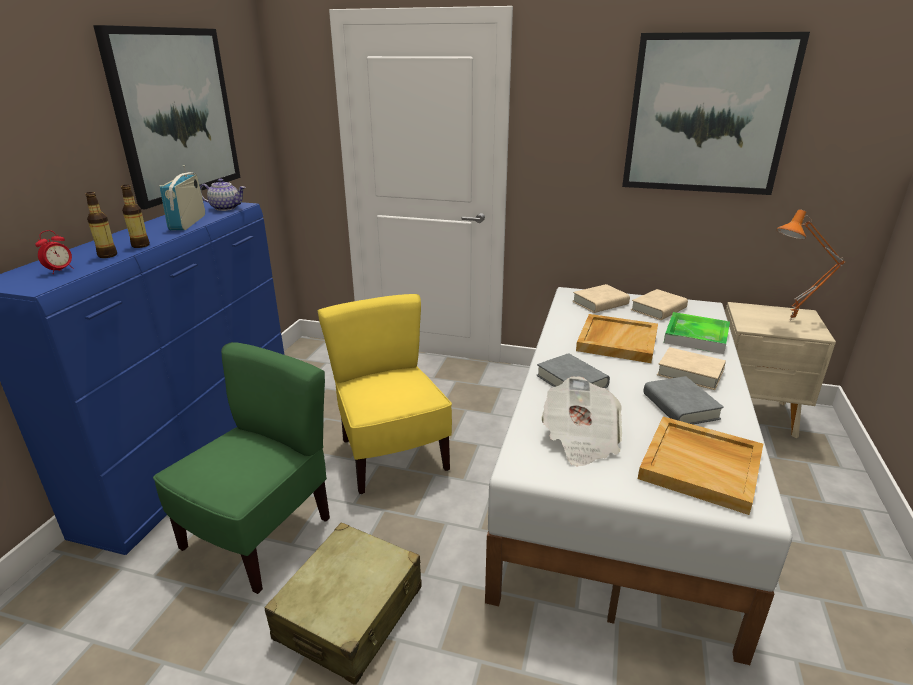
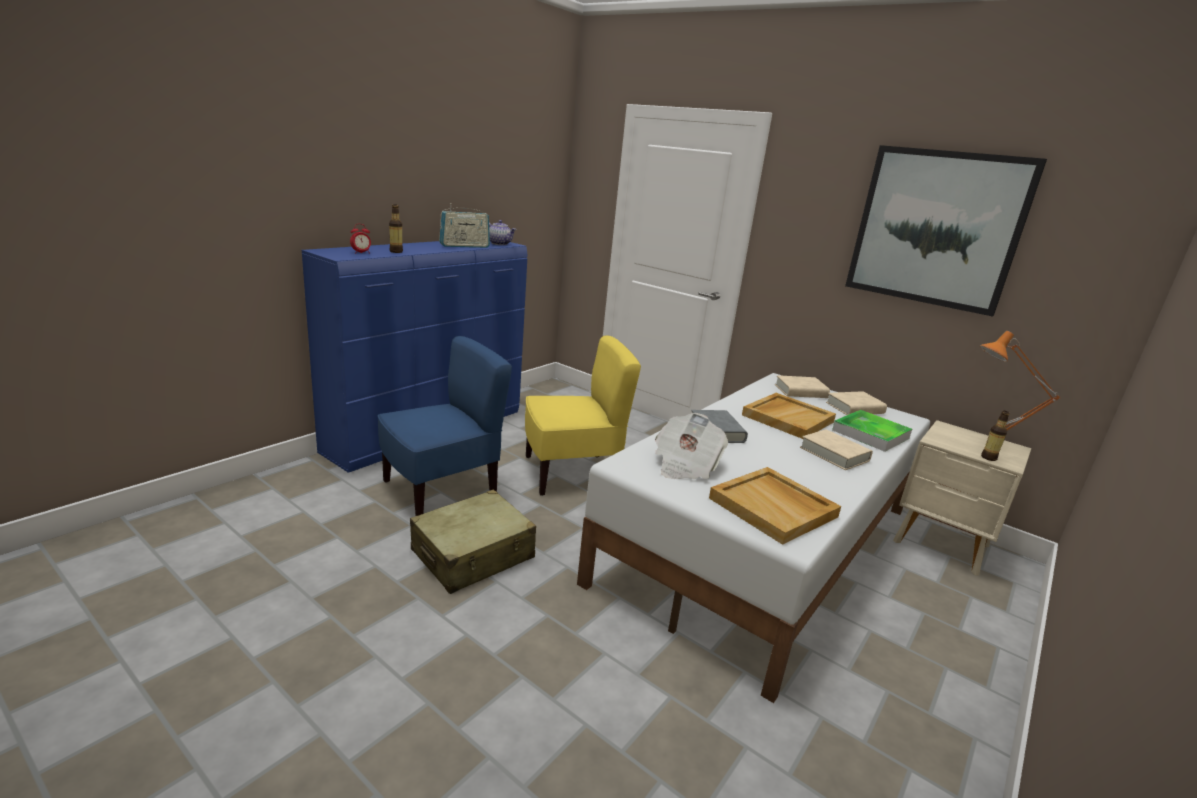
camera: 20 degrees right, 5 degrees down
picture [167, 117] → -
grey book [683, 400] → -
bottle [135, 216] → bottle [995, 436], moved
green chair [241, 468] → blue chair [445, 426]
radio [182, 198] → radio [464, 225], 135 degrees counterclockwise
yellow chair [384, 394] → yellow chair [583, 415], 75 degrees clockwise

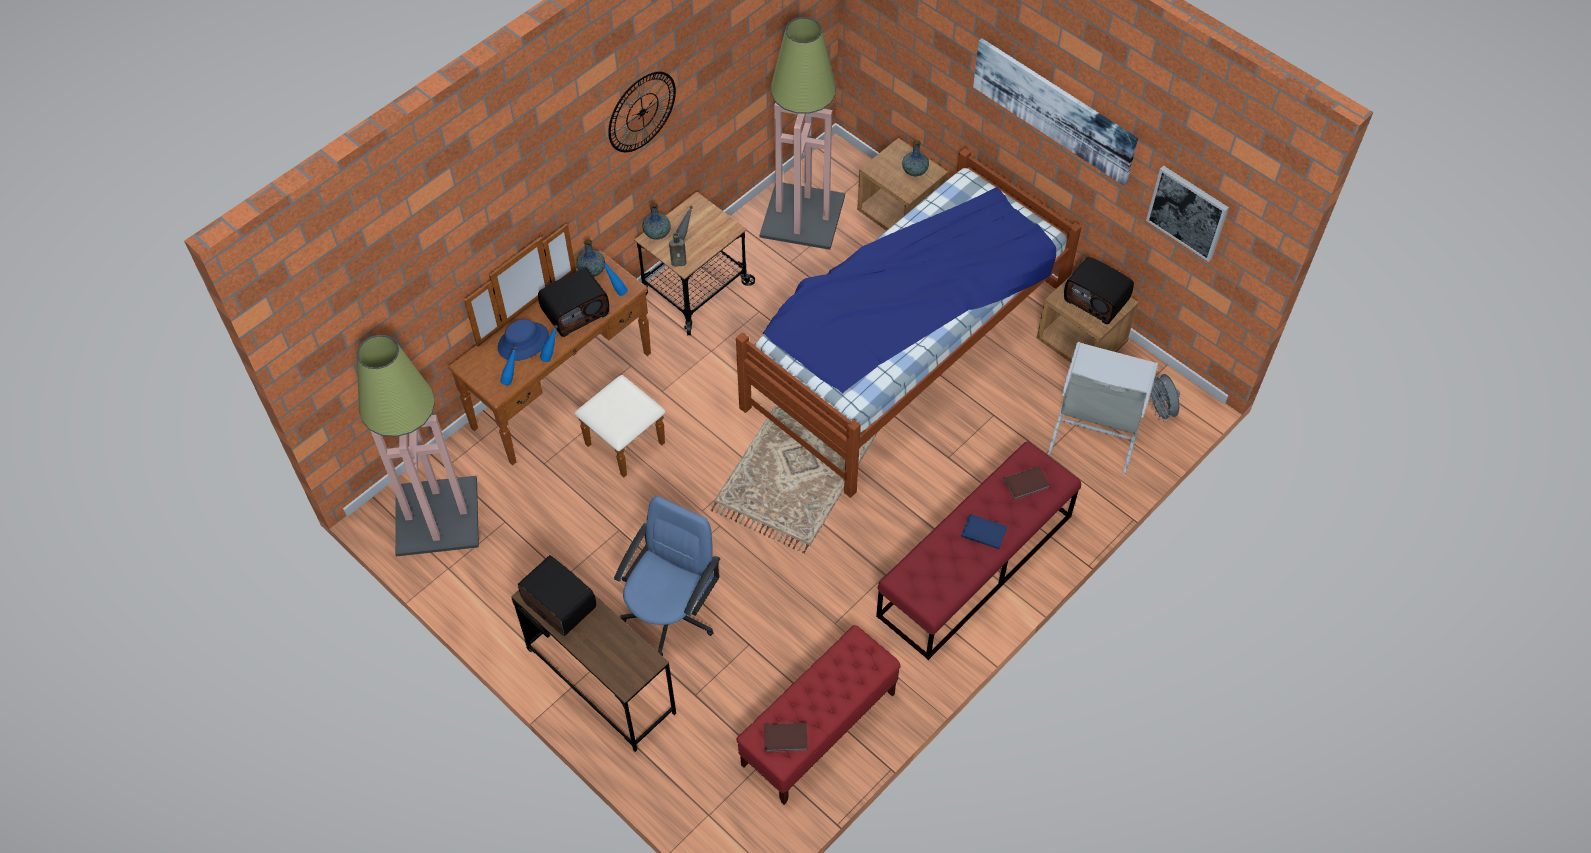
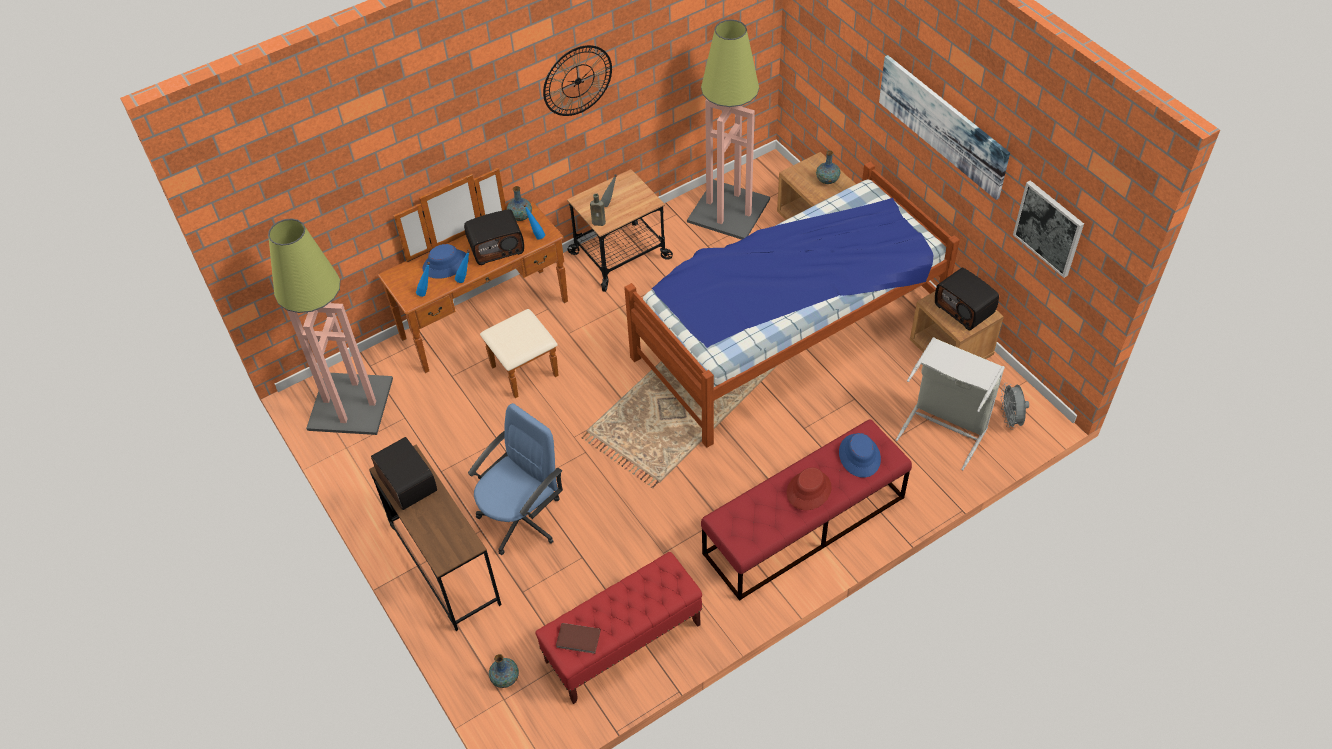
camera: 15 degrees right, 5 degrees down
vase [657, 221] → vase [504, 671], moved
blue book [984, 531] → red hat [809, 488]
brown book [1026, 483] → blue hat [860, 455]

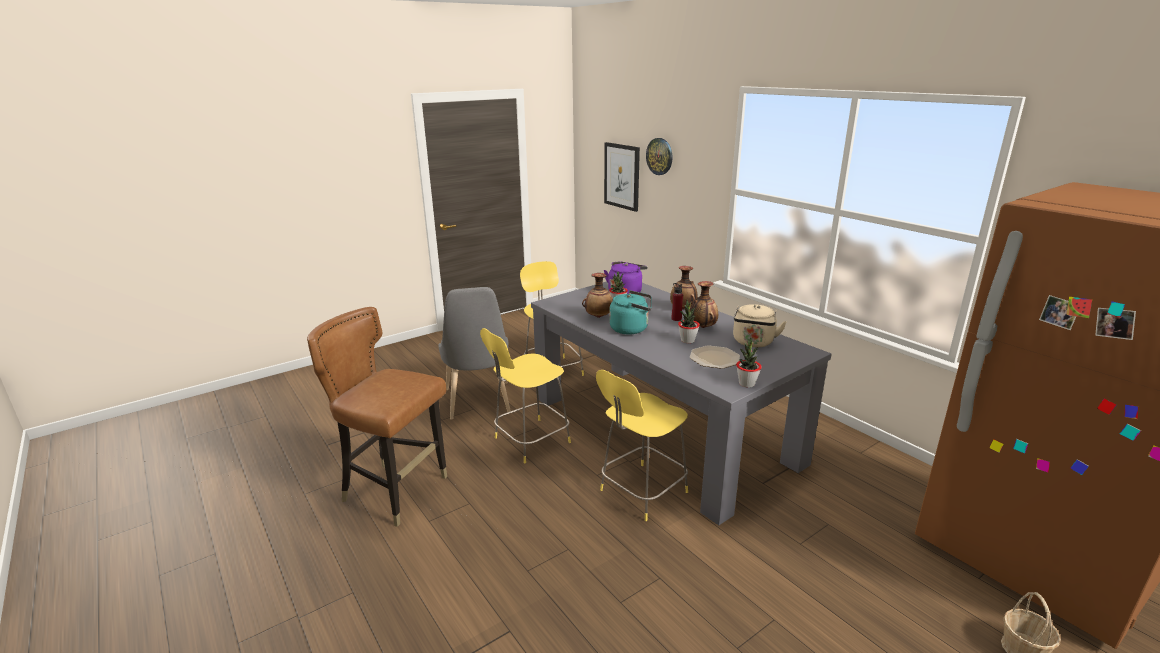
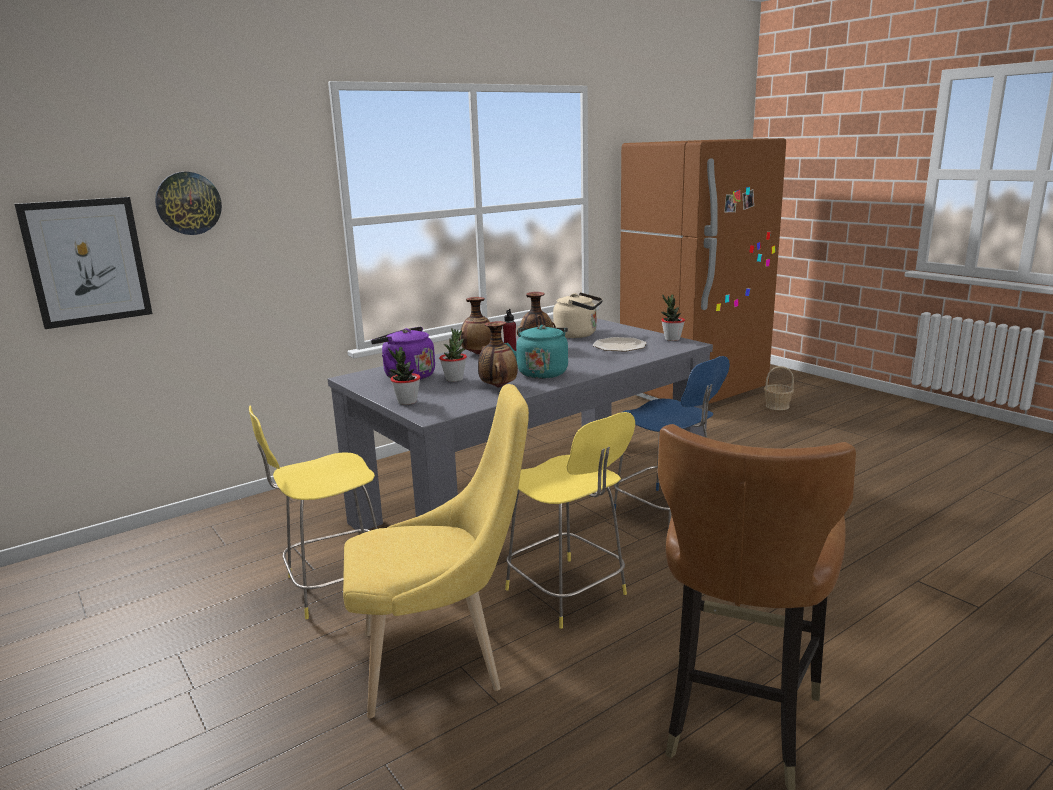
camera: 90 degrees left, 5 degrees down
potted plant [689, 321] → potted plant [404, 376], moved
grey chair [475, 353] → yellow chair [436, 551]
yellow stool [642, 445] → blue stool [671, 442]

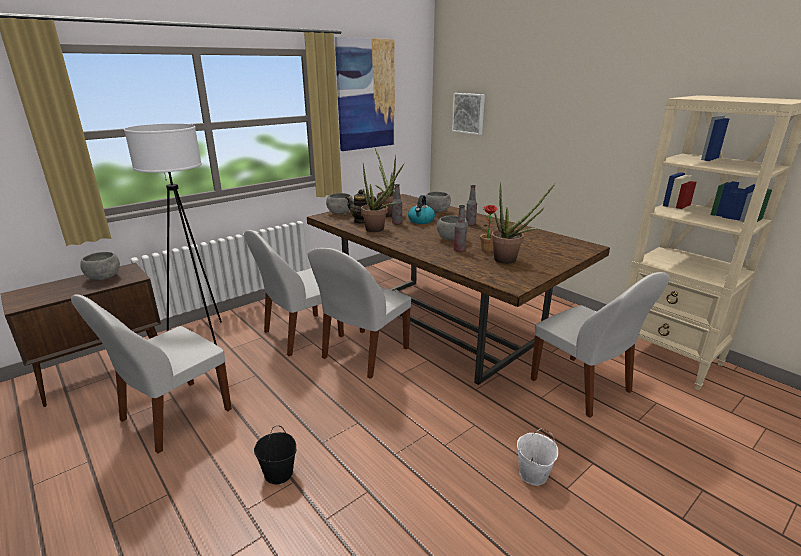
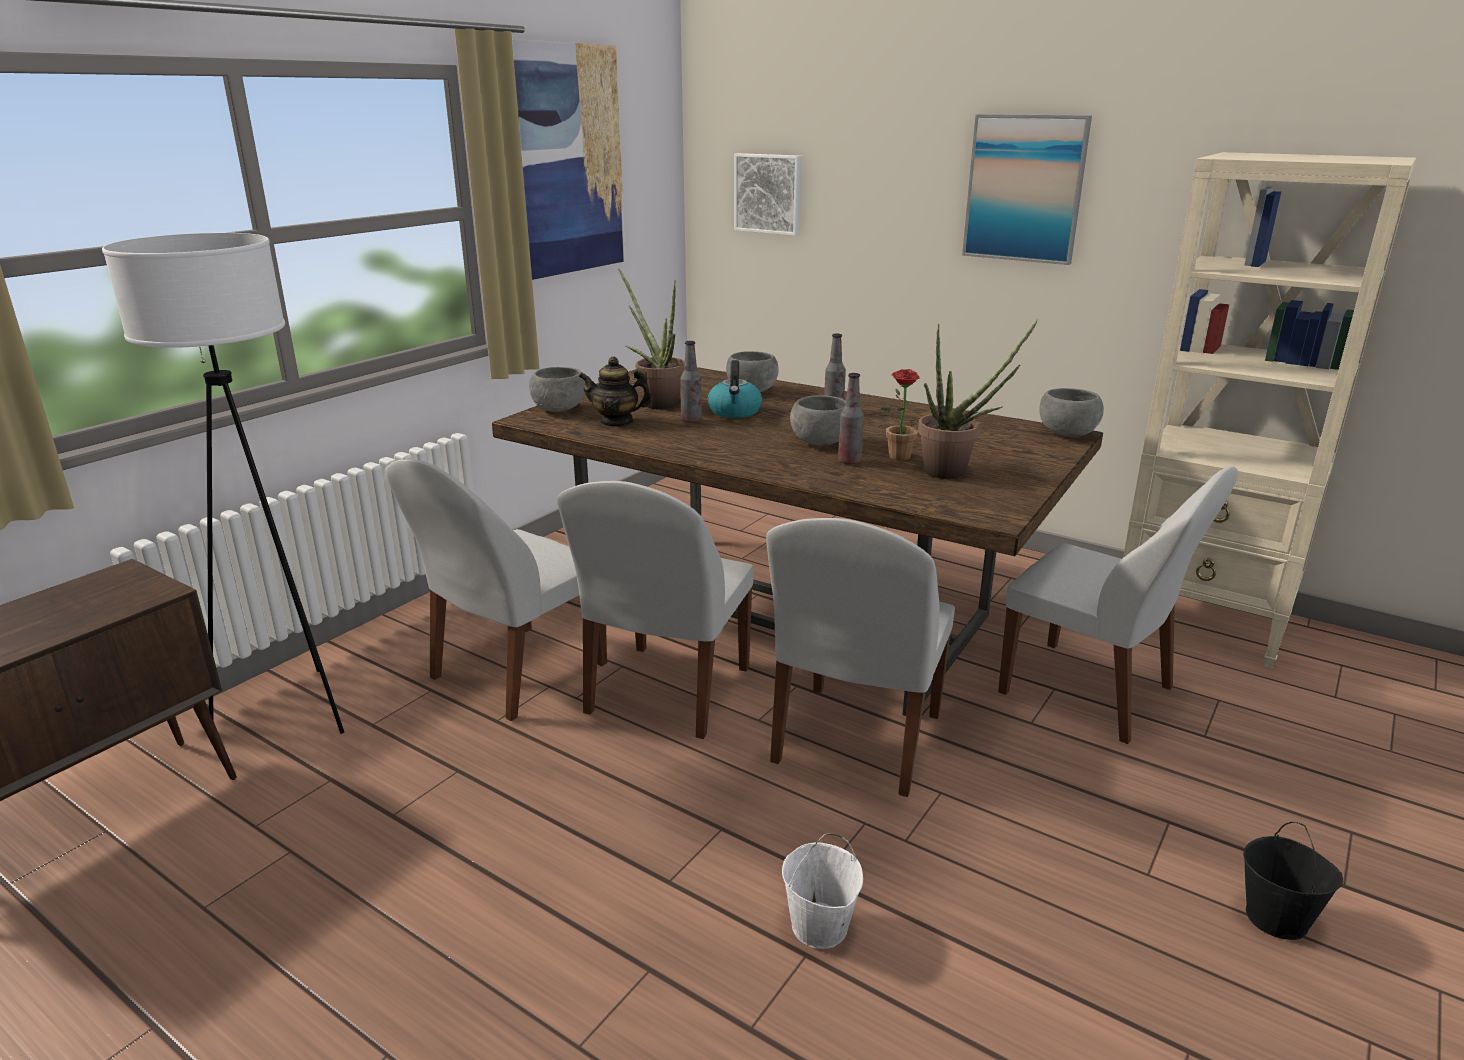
camera: 15 degrees left, 0 degrees up
potted plant [382, 198] → -
- → picture [1027, 189]
white chair [151, 374] → white chair [860, 657], moved
grey bowl [100, 266] → grey bowl [1071, 412], moved
black bucket [275, 455] → black bucket [1293, 881], moved
white bucket [537, 457] → white bucket [822, 891], moved

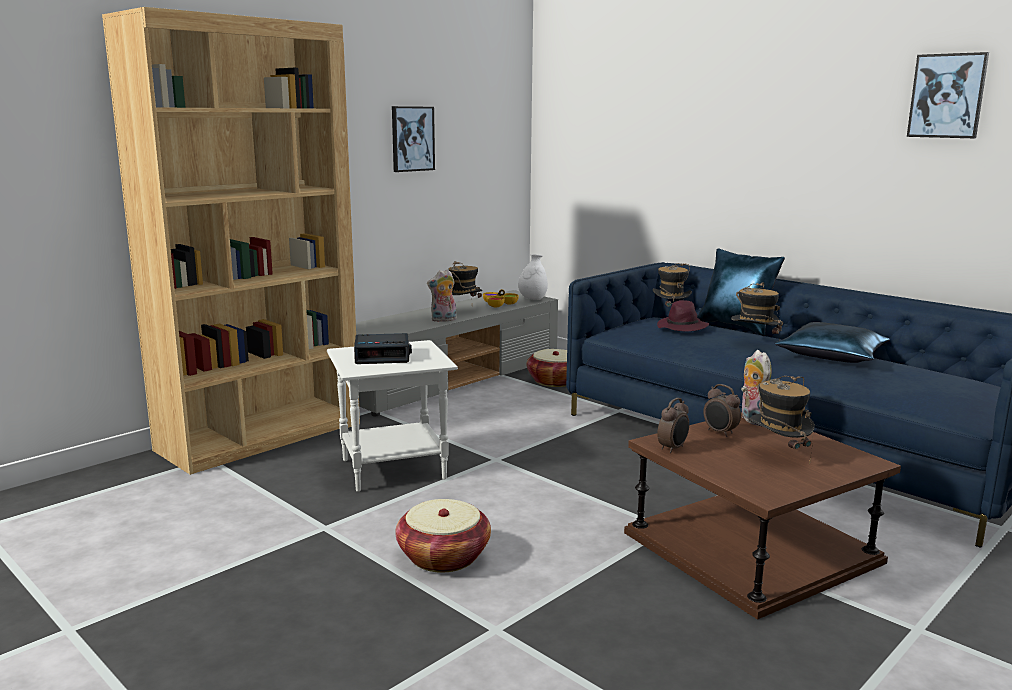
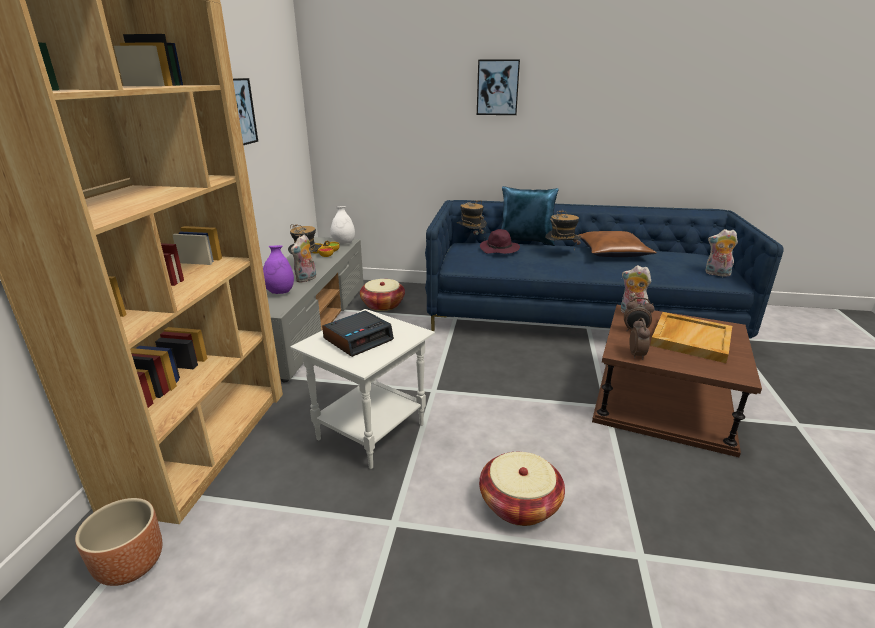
camera: 35 degrees left, 10 degrees up
- → brown planter [118, 542]
- → purple vase [278, 269]
- → plush toy [721, 252]
picture [948, 95] → picture [498, 87], moved
hat [781, 420] → beige tray [691, 337]
blue pillow [832, 342] → brown pillow [618, 244]

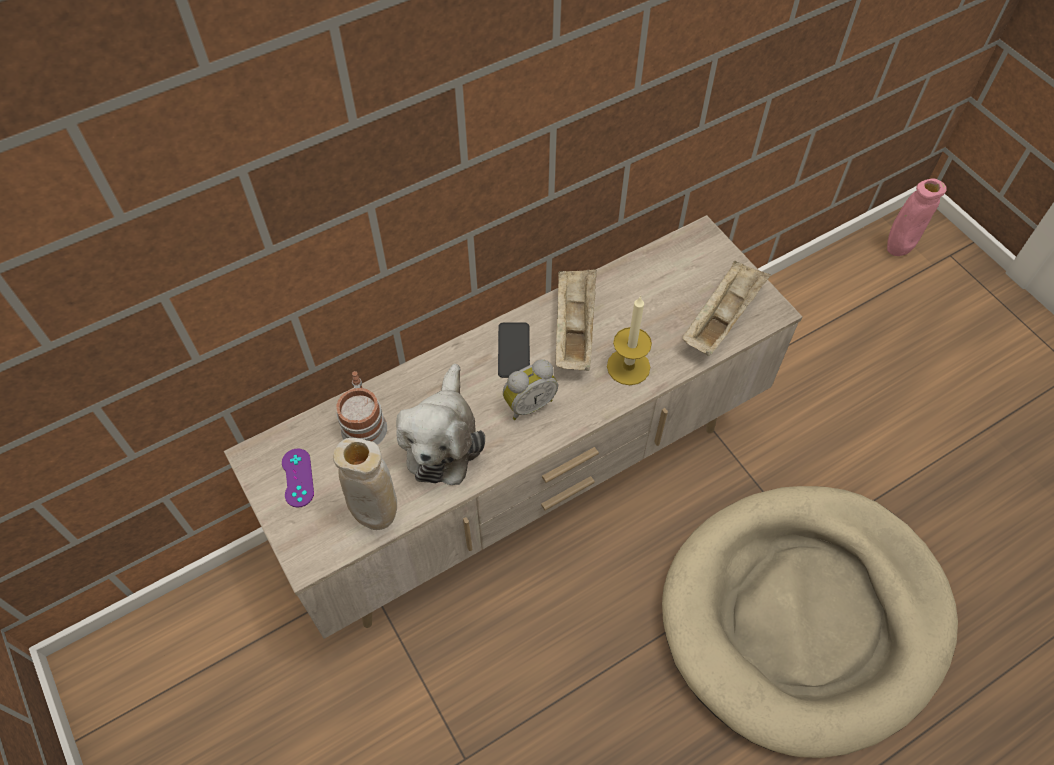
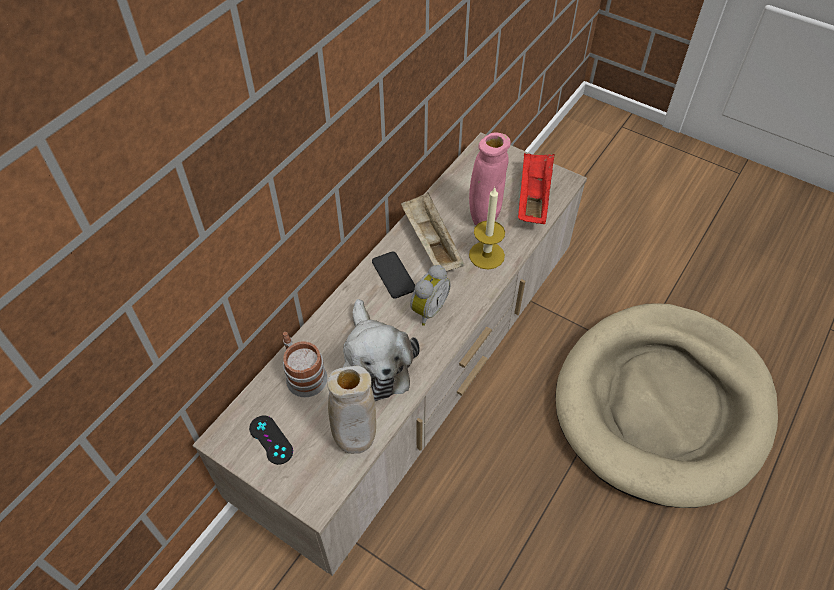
camera: 25 degrees left, 5 degrees down
pink vase [917, 217] → pink vase [490, 178], moved
purple game controller [298, 478] → black game controller [271, 440]
beige tray [726, 308] → red tray [536, 188]

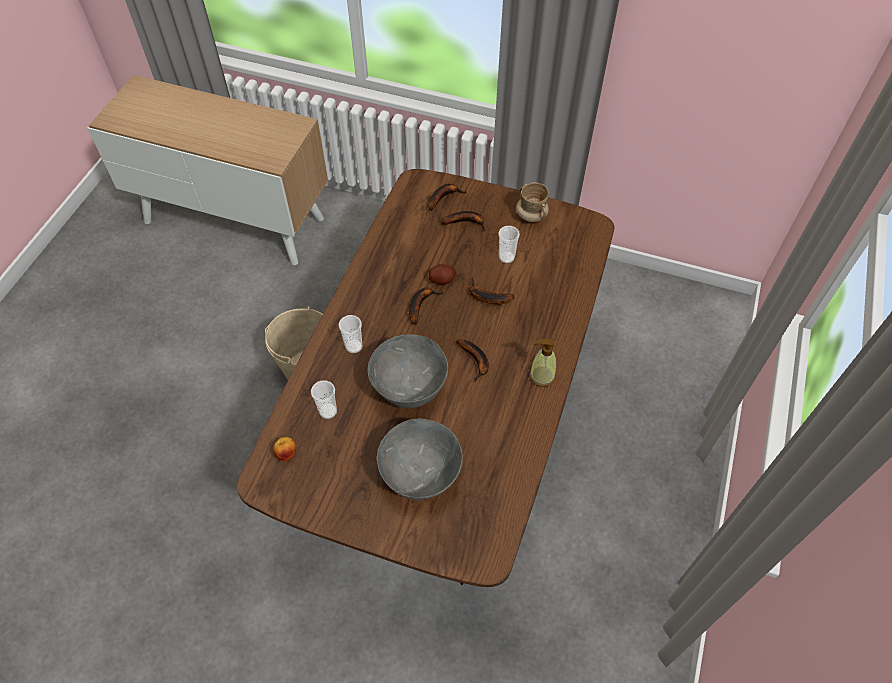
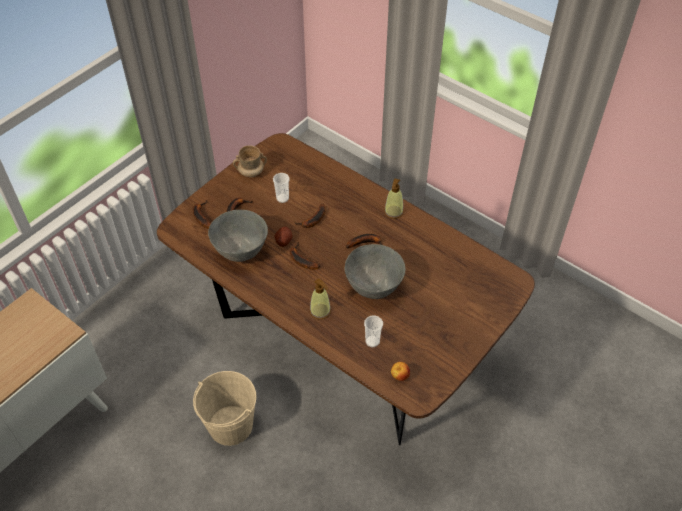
camera: 70 degrees left, 5 degrees down
grey bowl [420, 459] → grey bowl [238, 236], moved
cup [350, 334] → soap dispenser [320, 299]

